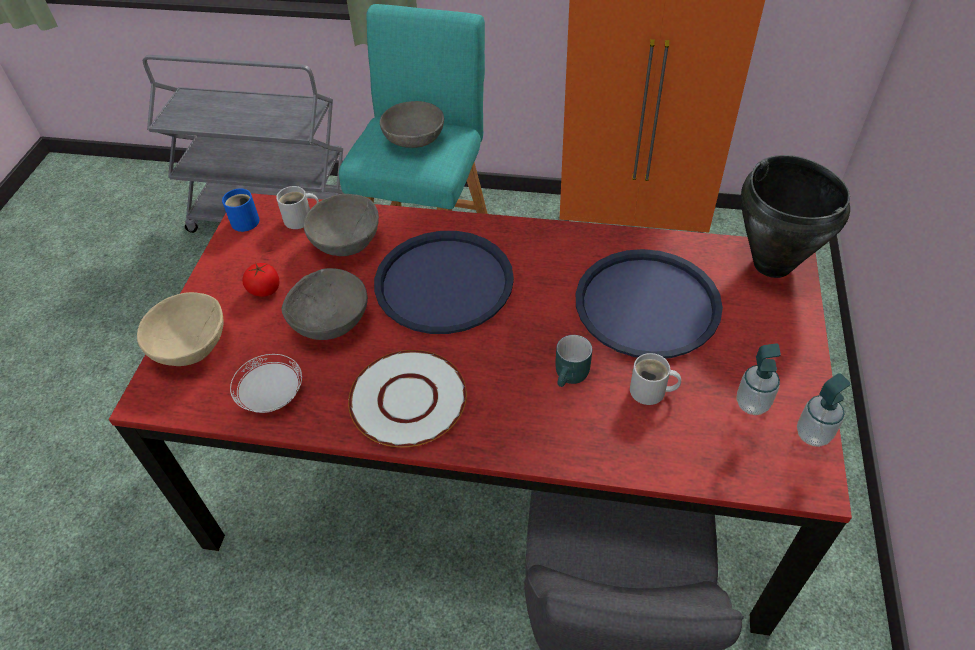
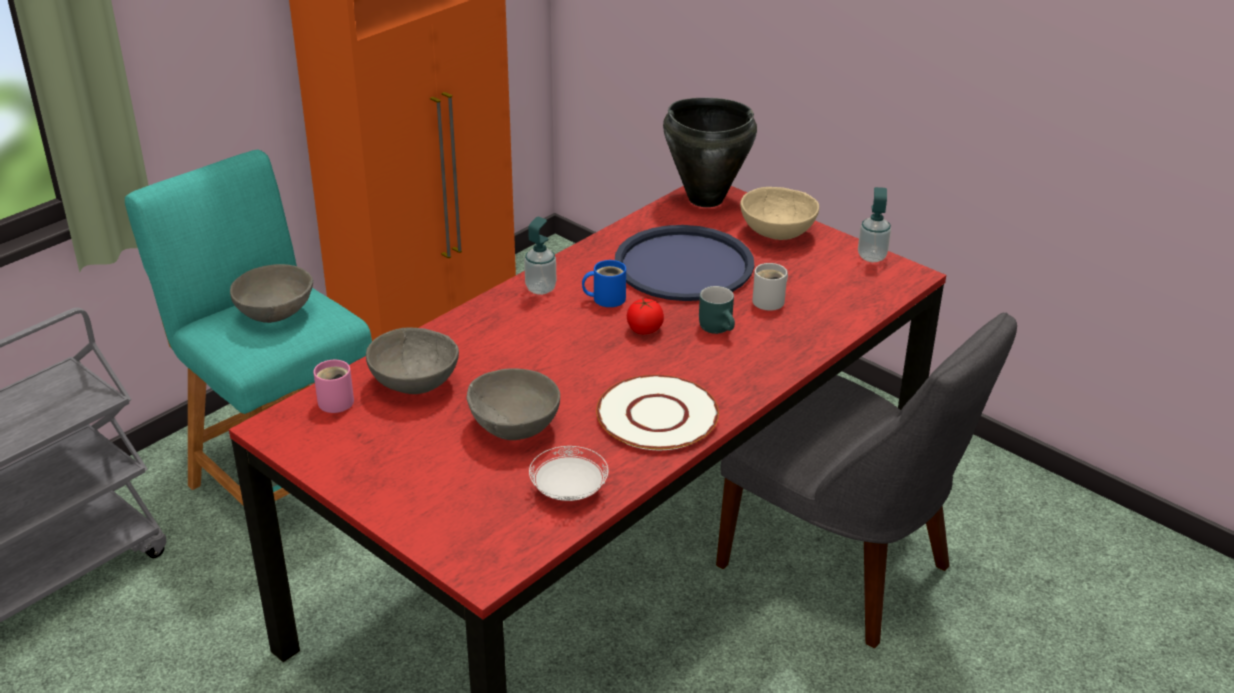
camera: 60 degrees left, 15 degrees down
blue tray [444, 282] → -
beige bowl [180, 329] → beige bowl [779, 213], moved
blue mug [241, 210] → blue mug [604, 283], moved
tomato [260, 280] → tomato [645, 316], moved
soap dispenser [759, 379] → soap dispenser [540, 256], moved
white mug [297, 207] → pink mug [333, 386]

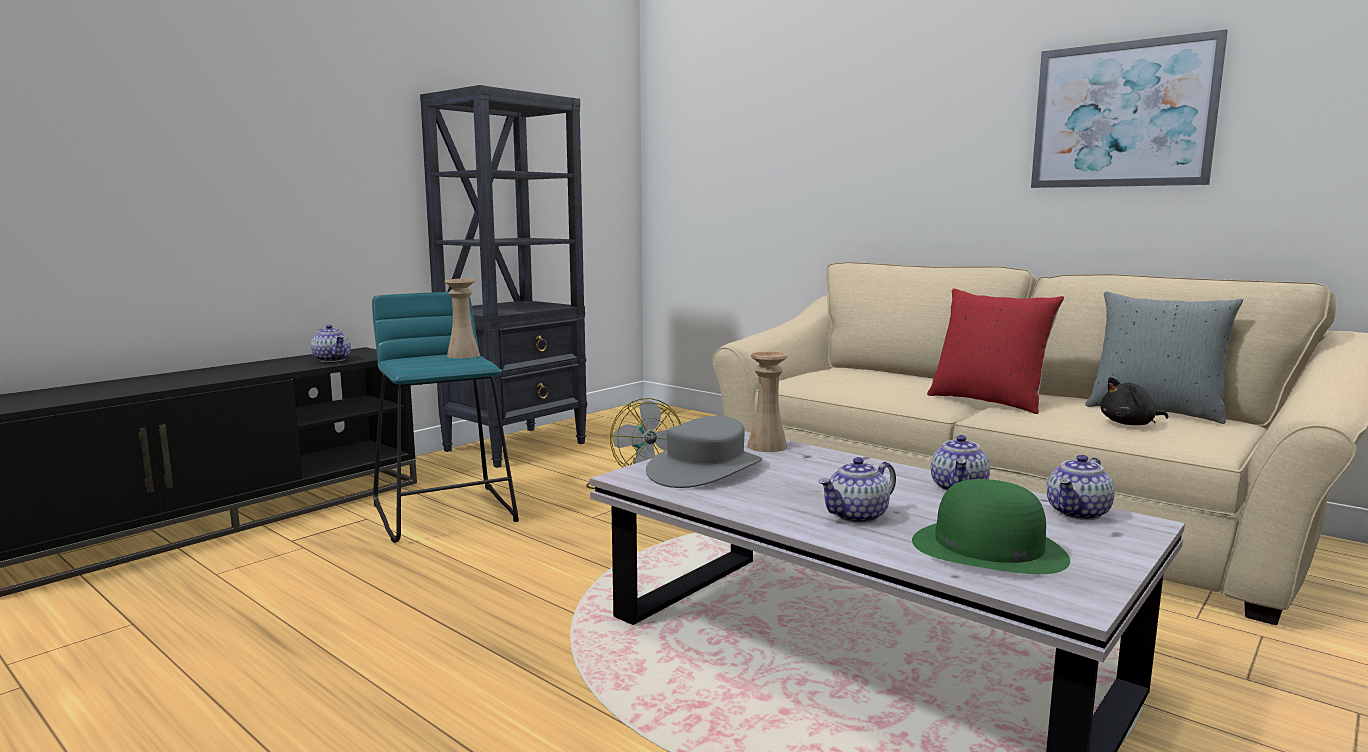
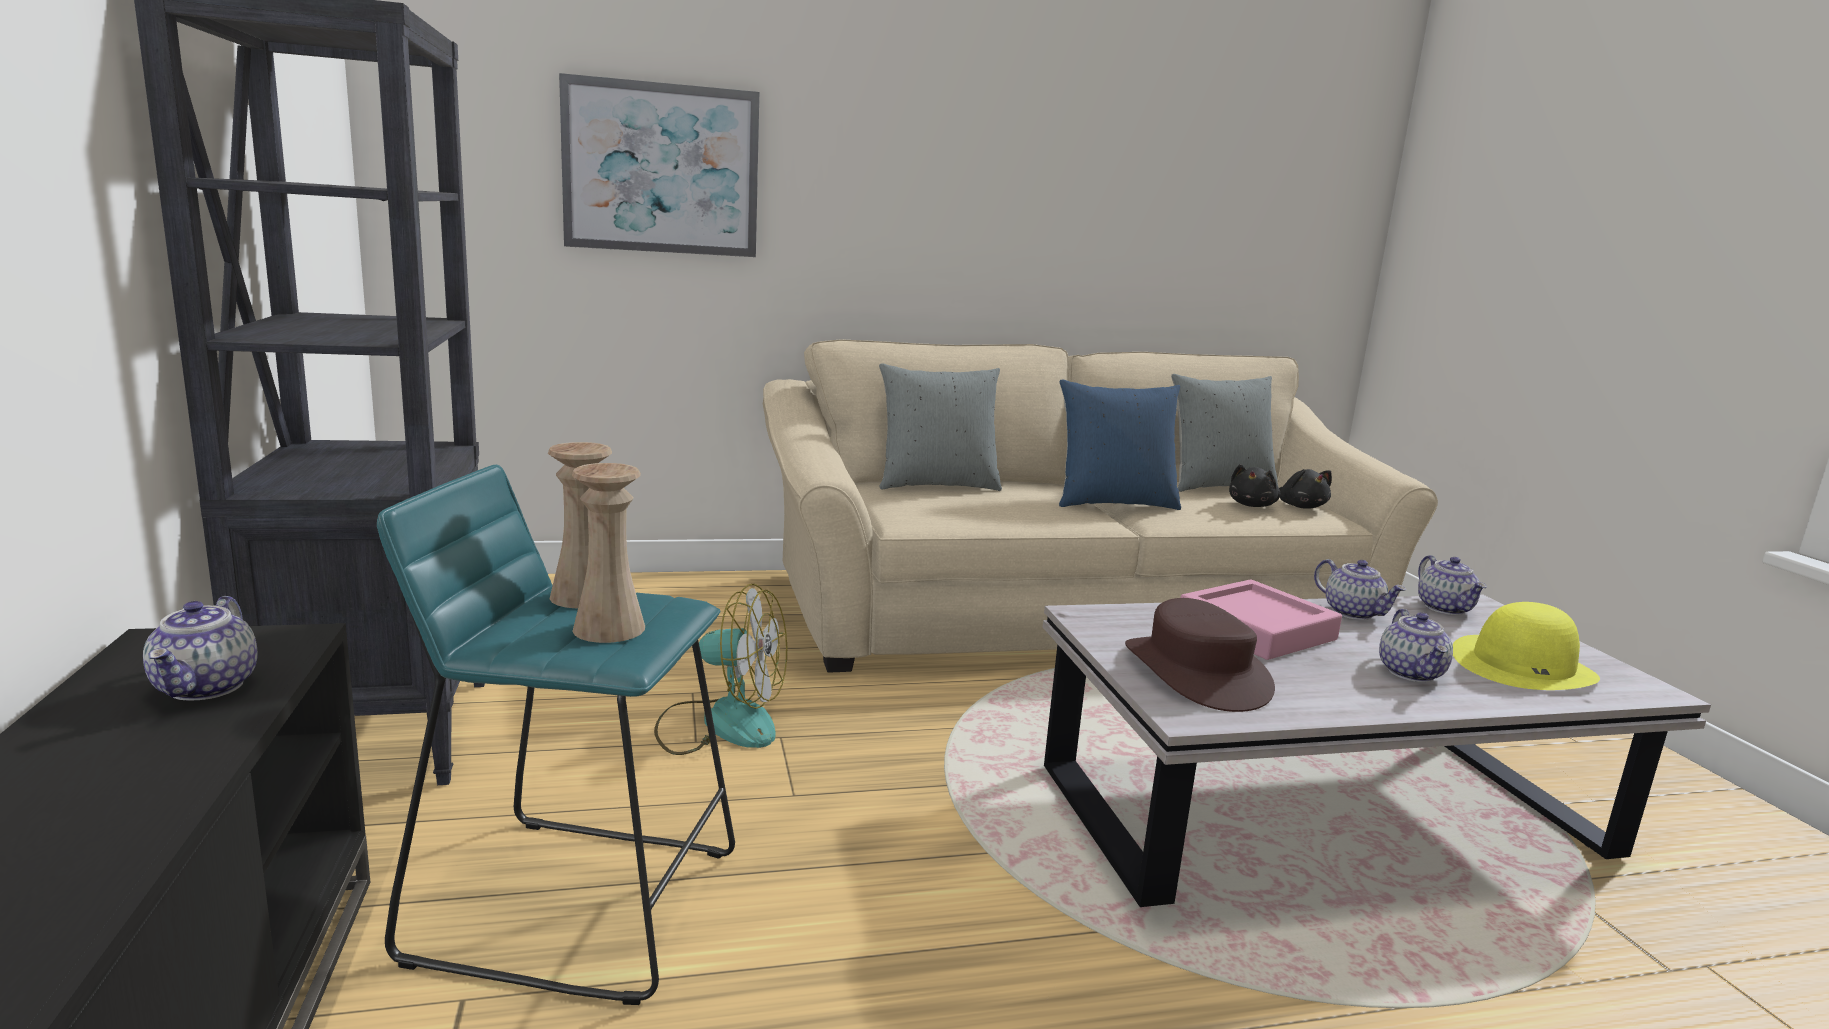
camera: 55 degrees left, 5 degrees up
- → grey pillow [940, 427]
- → pink tray [1261, 619]
- → black plush toy [1305, 489]
beige vase [767, 401] → beige vase [608, 553], moved
picture [1129, 108] → picture [659, 165], moved
grey hat [704, 452] → brown hat [1200, 655]
green hat [991, 526] → yellow hat [1526, 646]
red pillow [995, 351] → blue pillow [1120, 445]
teapot [331, 343] → teapot [200, 648], 90 degrees clockwise

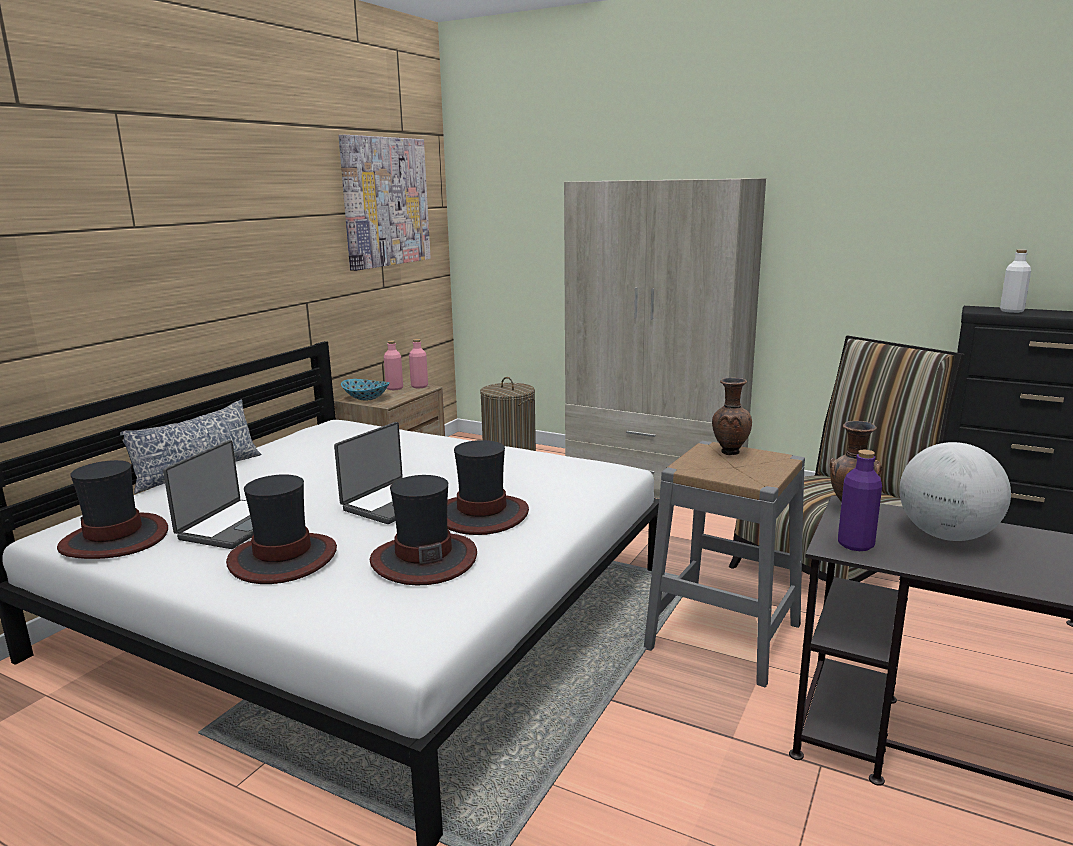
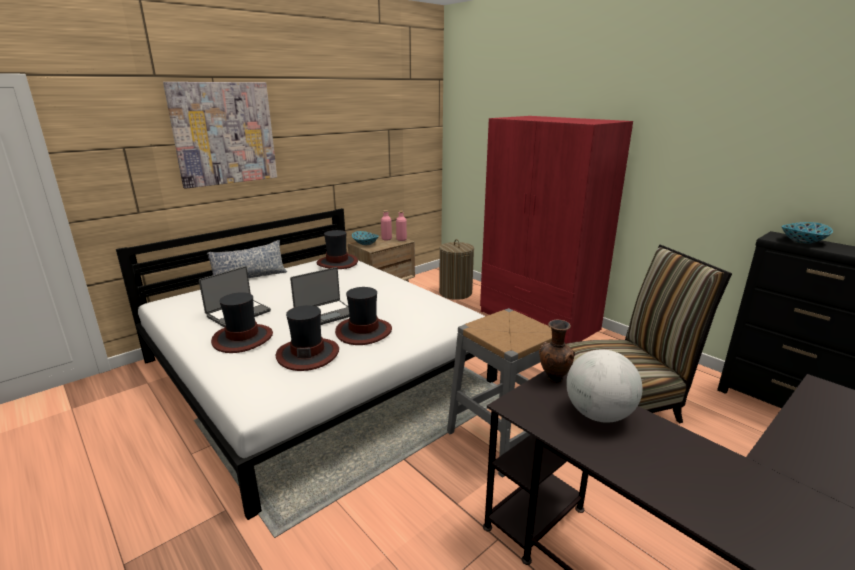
camera: 20 degrees right, 5 degrees up
brown vase [732, 416] → -
purple bottle [860, 500] → -
hat [112, 509] → hat [337, 249], moved
picture [385, 203] → picture [220, 135], moved
white bottle [1015, 281] → bowl [807, 233]
beige wardrobe [665, 338] → red wardrobe [556, 230]

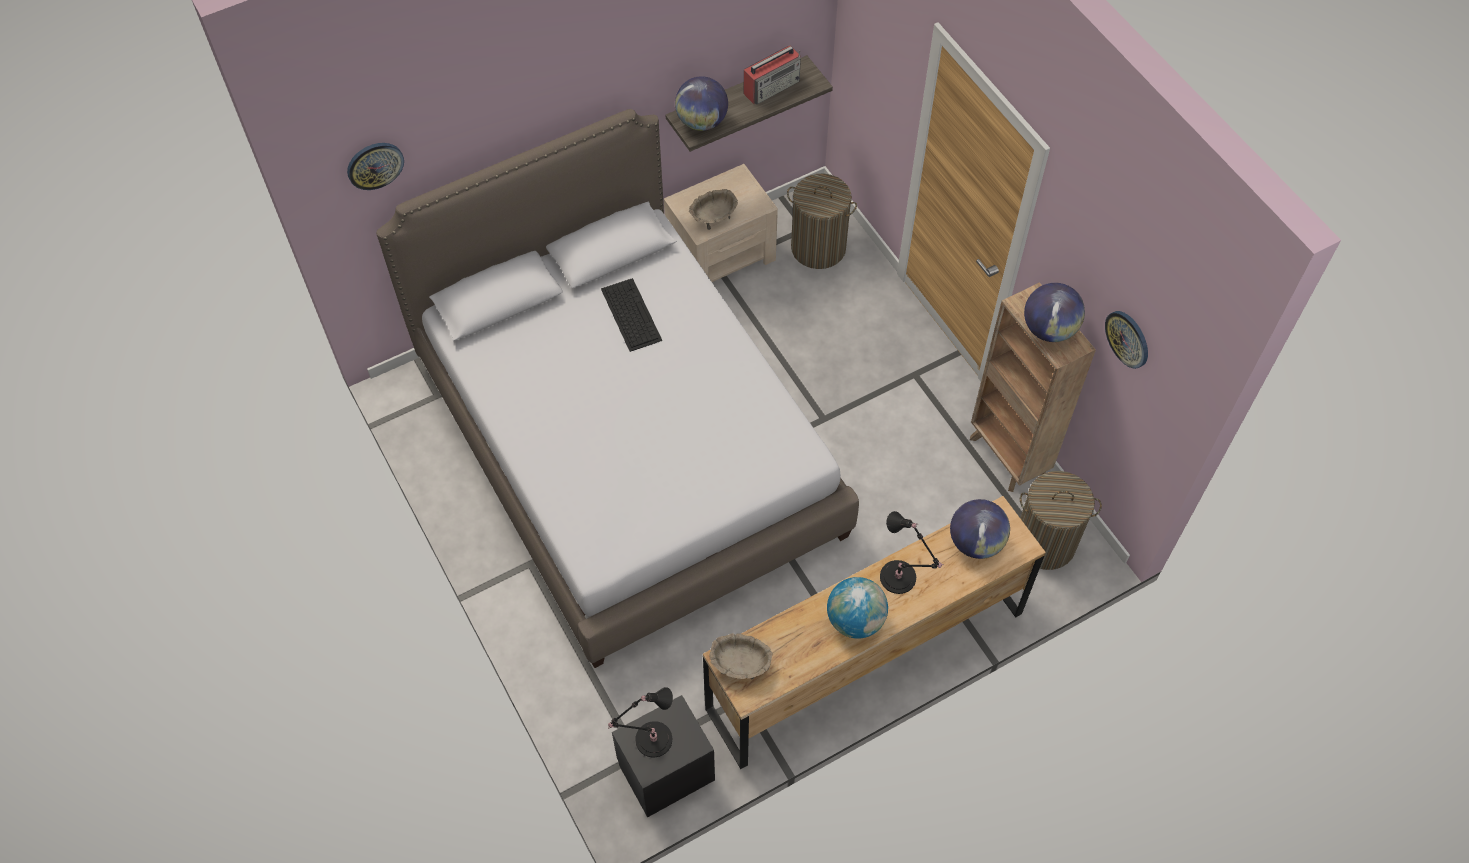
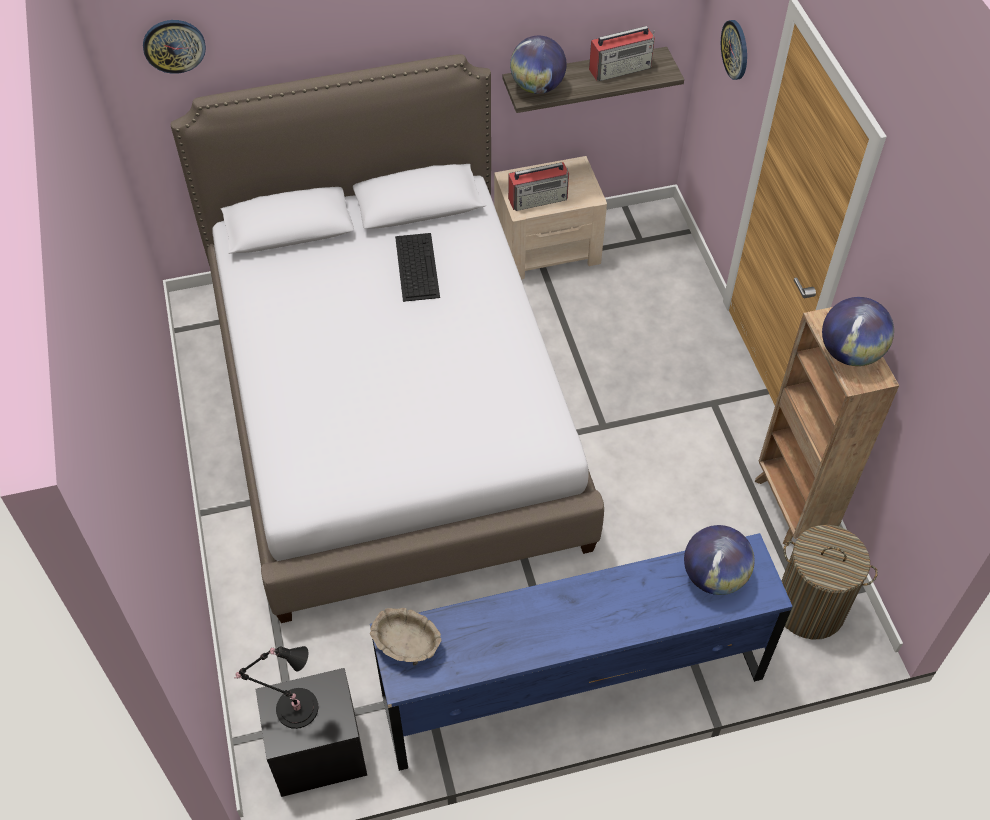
camera: 15 degrees right, 5 degrees down
laundry basket [822, 221] → -
globe [857, 608] → -
black table lamp [912, 552] → -
wall clock [1126, 340] → wall clock [734, 50], moved
beige bowl [713, 209] → radio [538, 186]
brown dresser [874, 632] → blue dresser [581, 652]

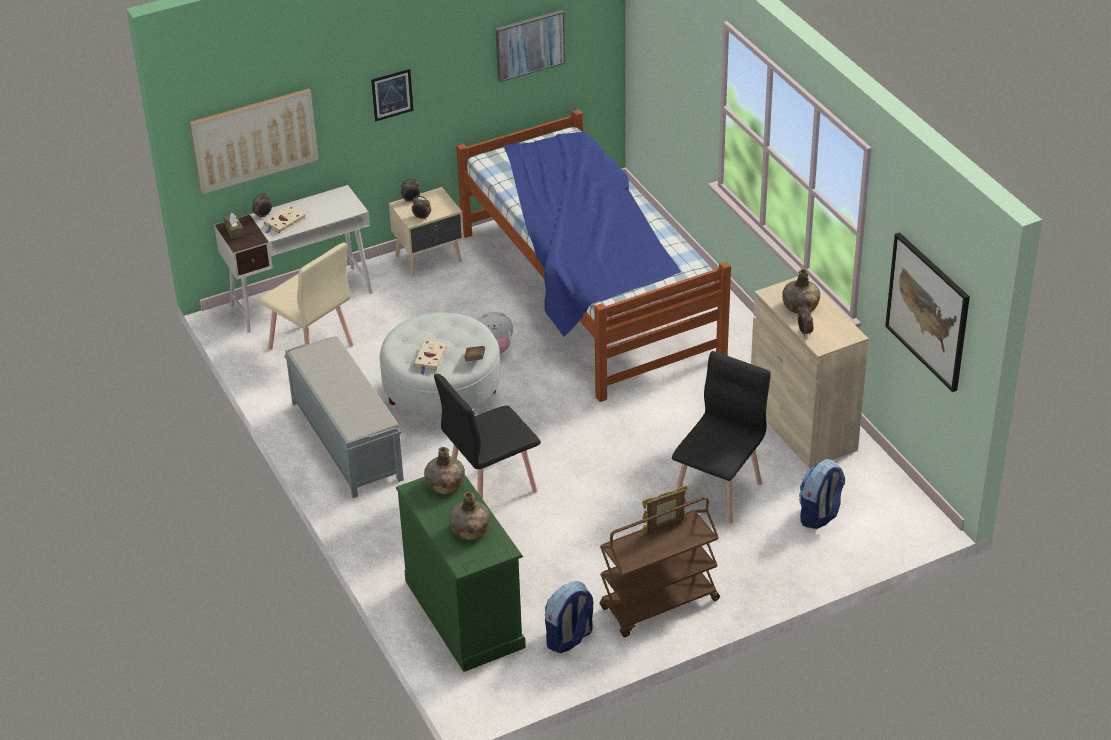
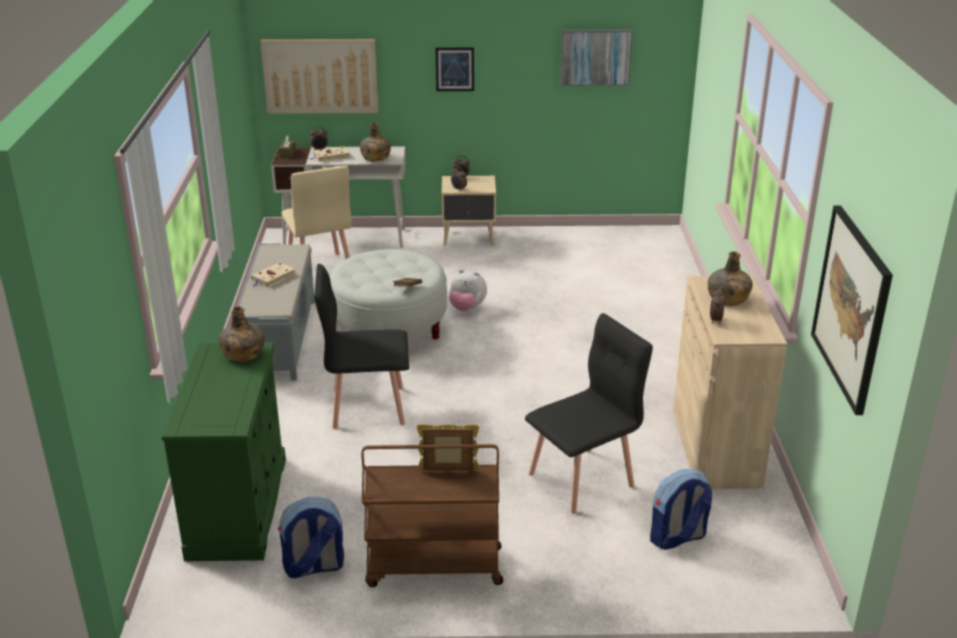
camera: 25 degrees right, 10 degrees down
bed [593, 255] → -
beige book [430, 357] → beige book [273, 275], moved
green bottle [470, 516] → green bottle [375, 142], moved

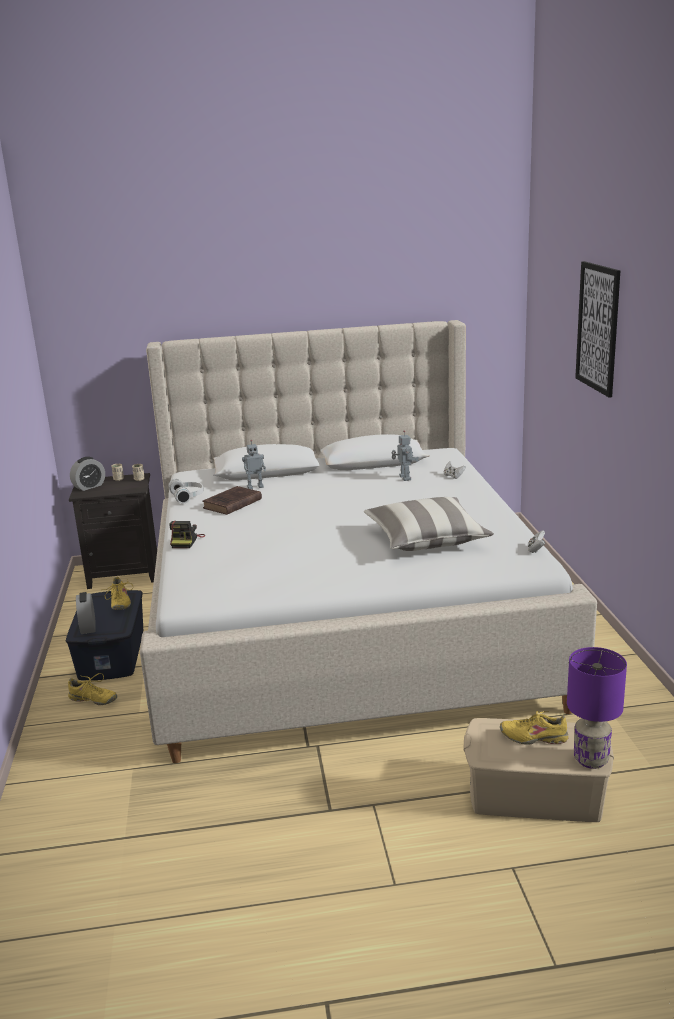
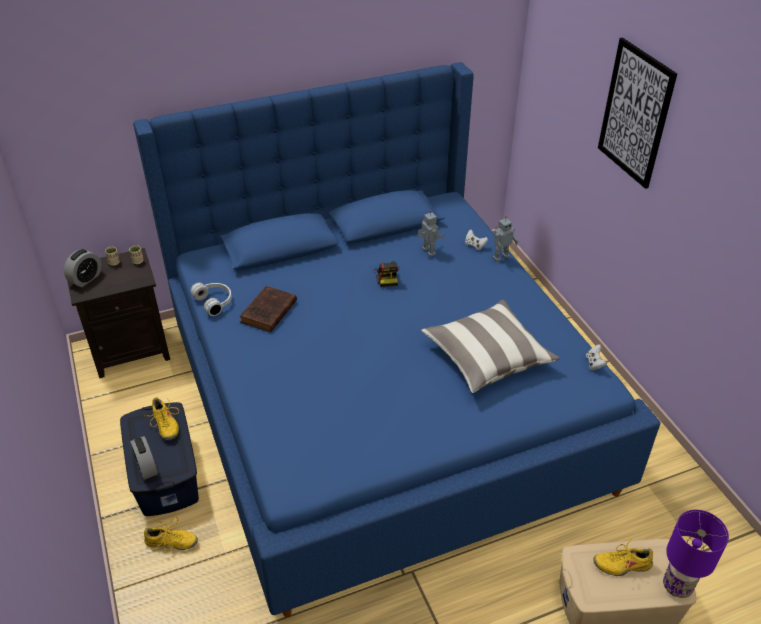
camera: 15 degrees left, 20 degrees up
photo camera [187, 534] → photo camera [387, 274], moved
toy robot [254, 464] → toy robot [505, 239], moved
beige bed [368, 541] → blue bed [396, 339]

